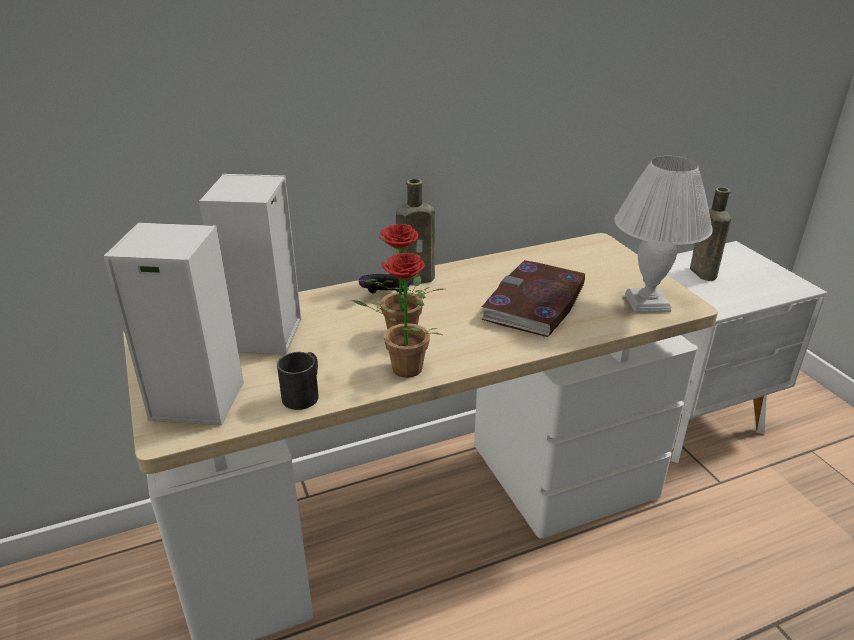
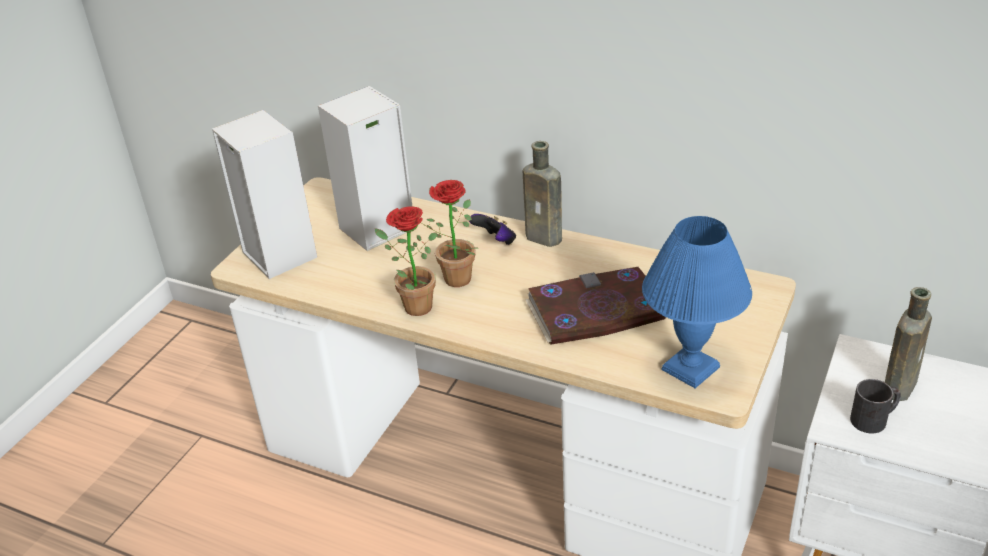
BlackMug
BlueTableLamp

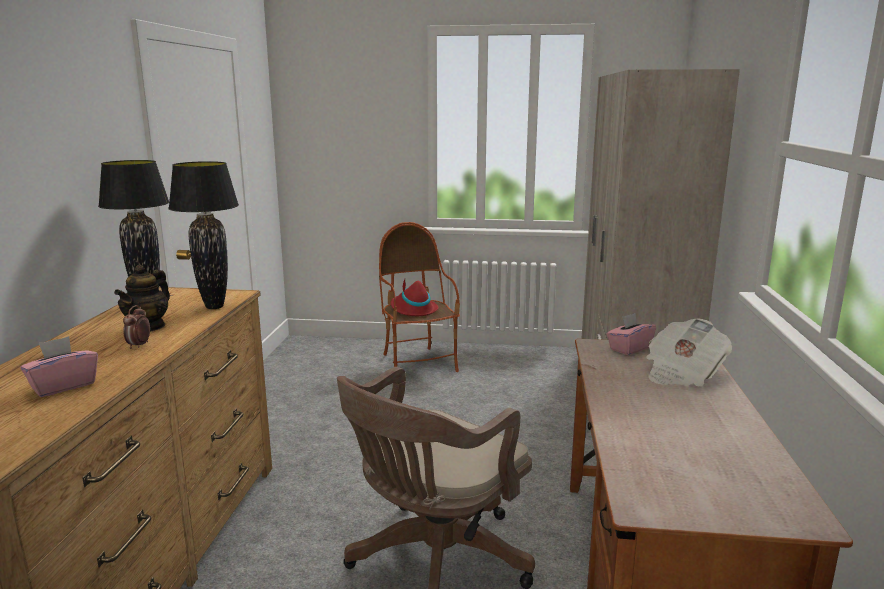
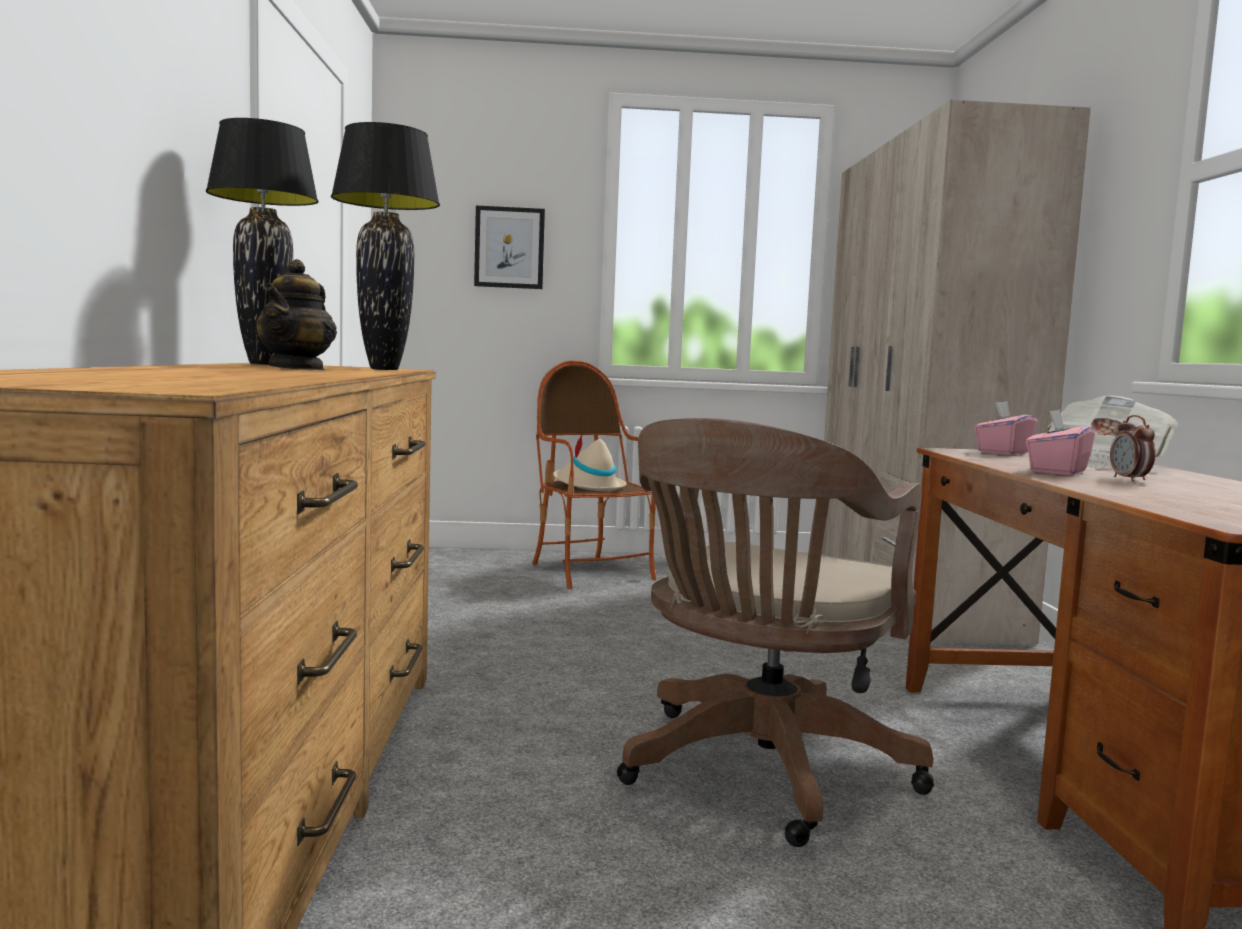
Picture
PinkTissueBox (no. 2 from left)
AlarmClock
BeigeHat

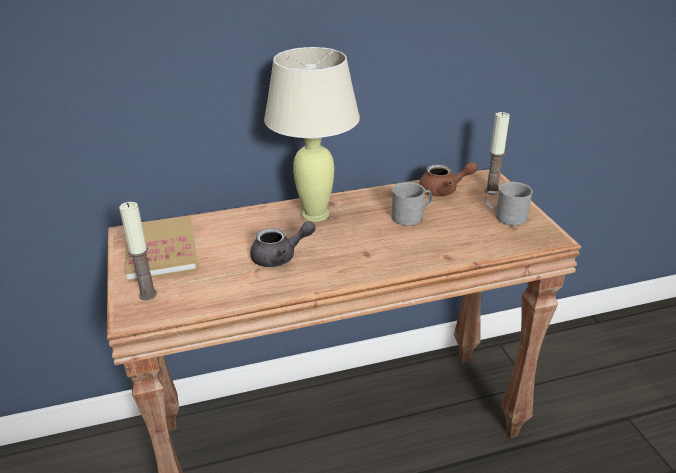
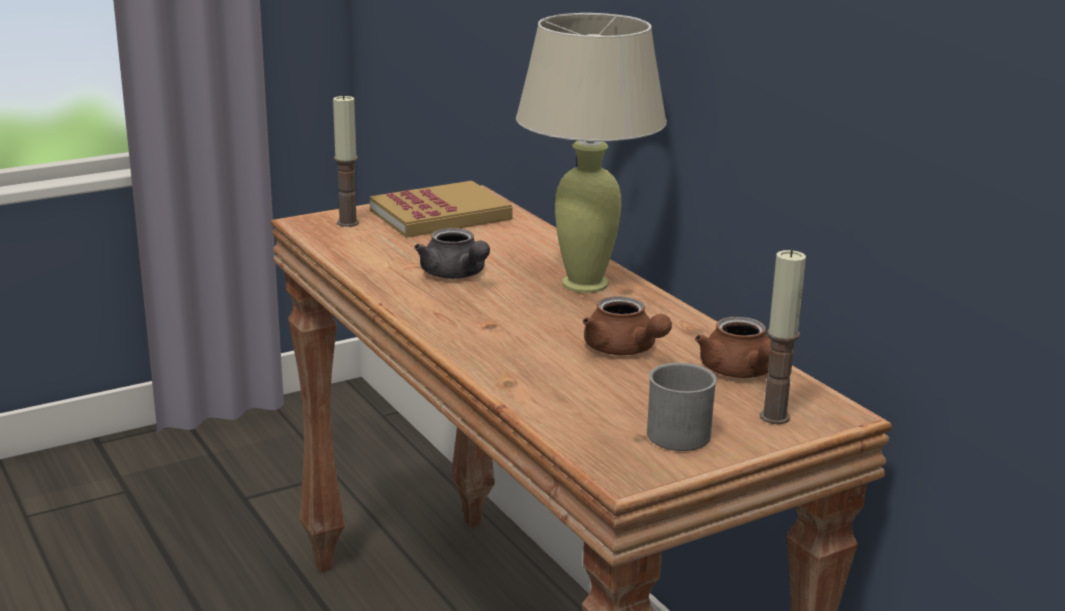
BrownTeapot (no. 1 from left)

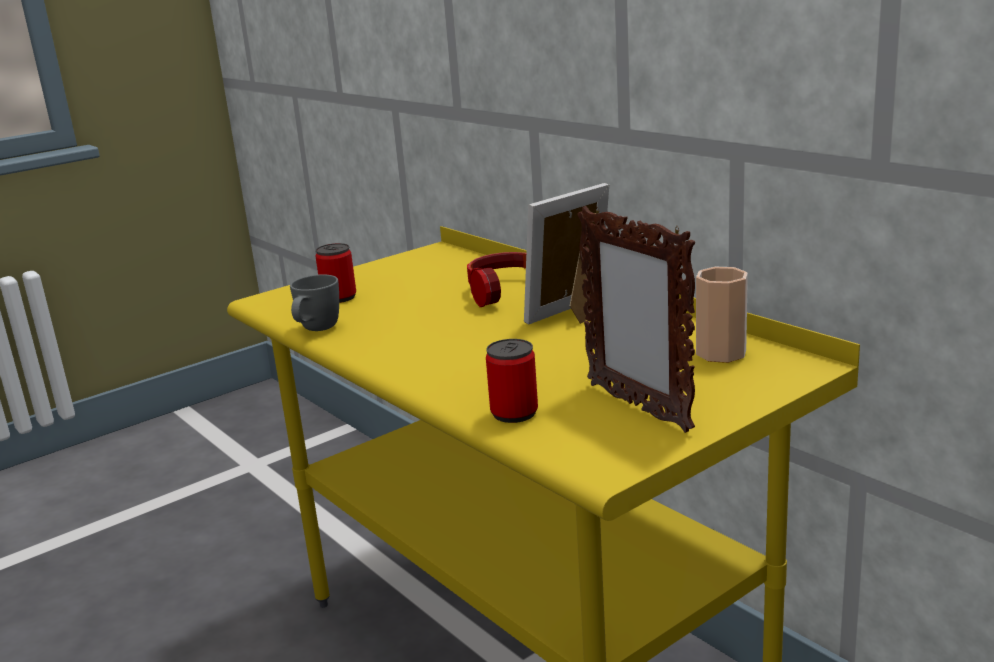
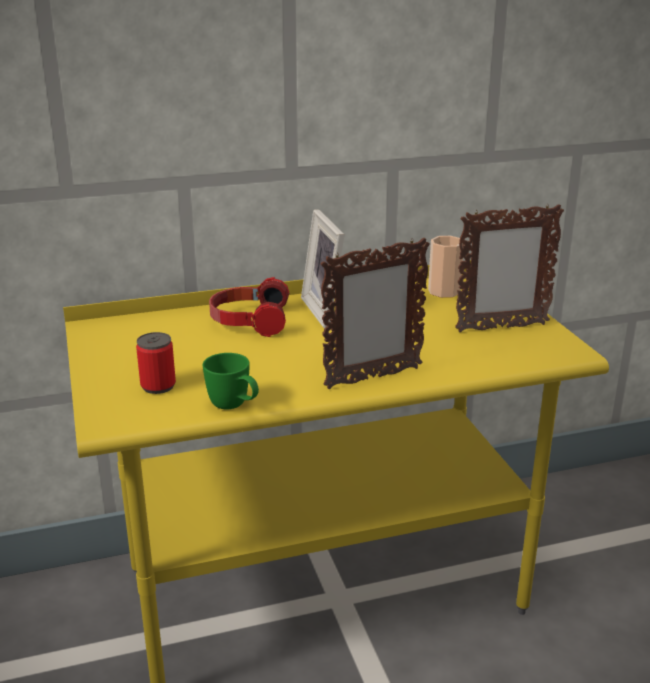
Can (no. 2 from left in the first image)
PictureFrame (no. 2 from left)
GreenMug

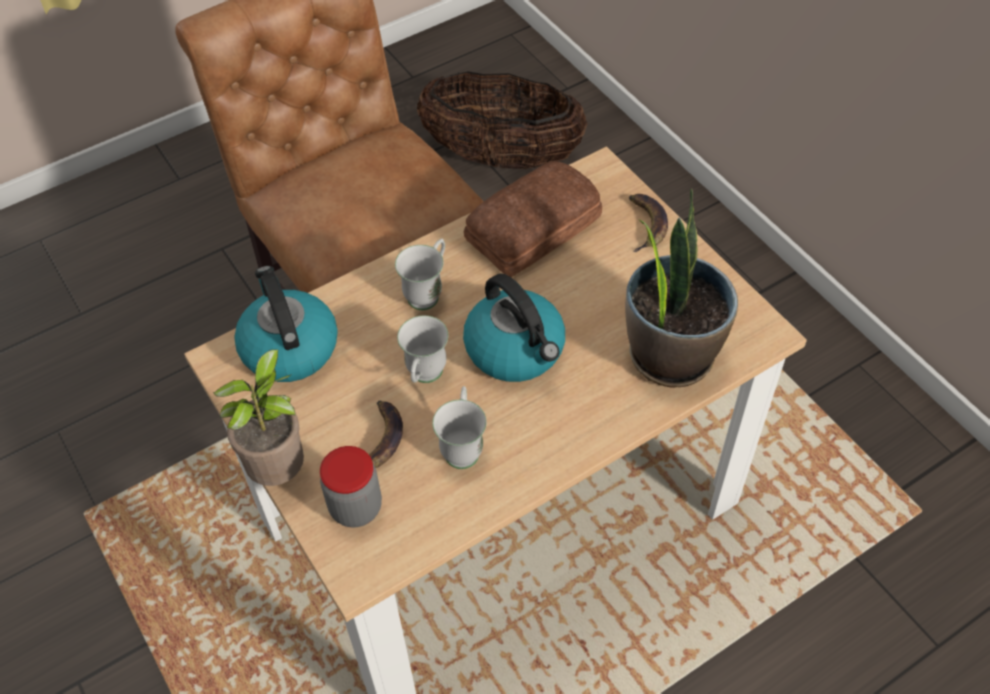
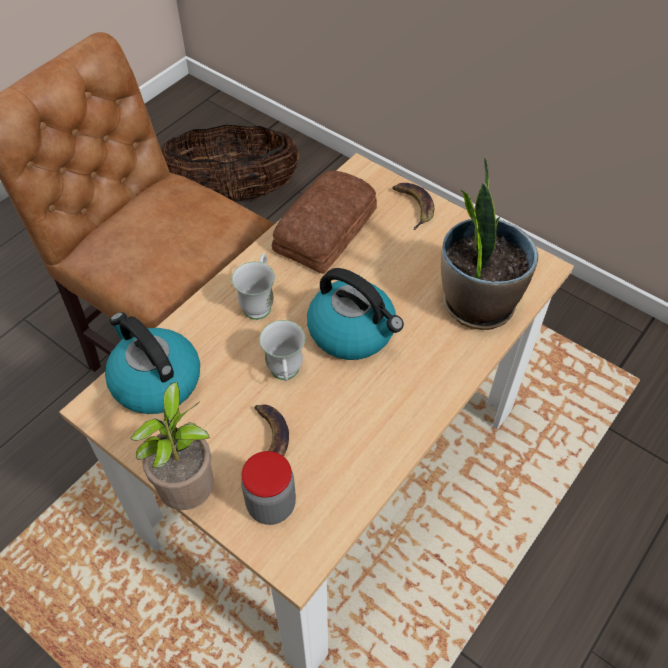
WhiteMug (no. 3 from left in the first image)

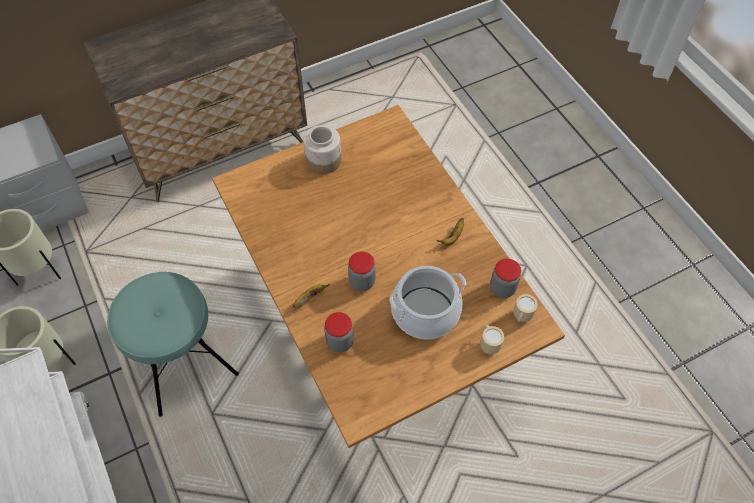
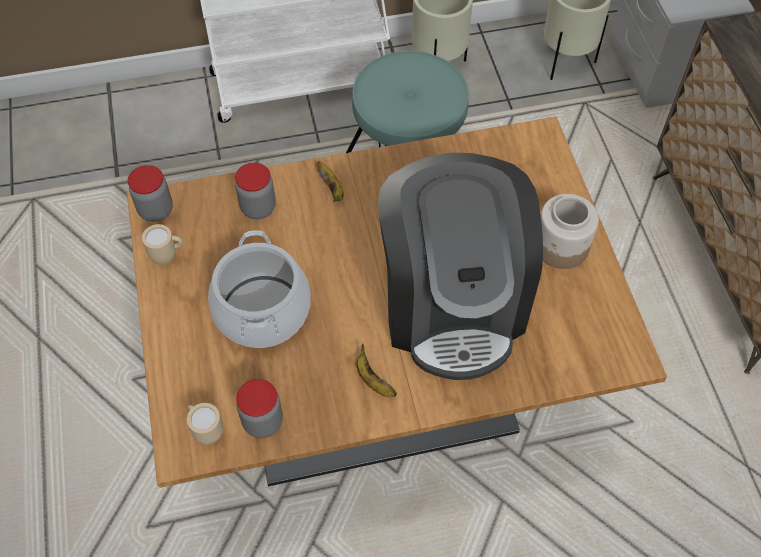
CoffeeMachine
Jar (no. 1 from left)
BeigeMug (no. 1 from left)

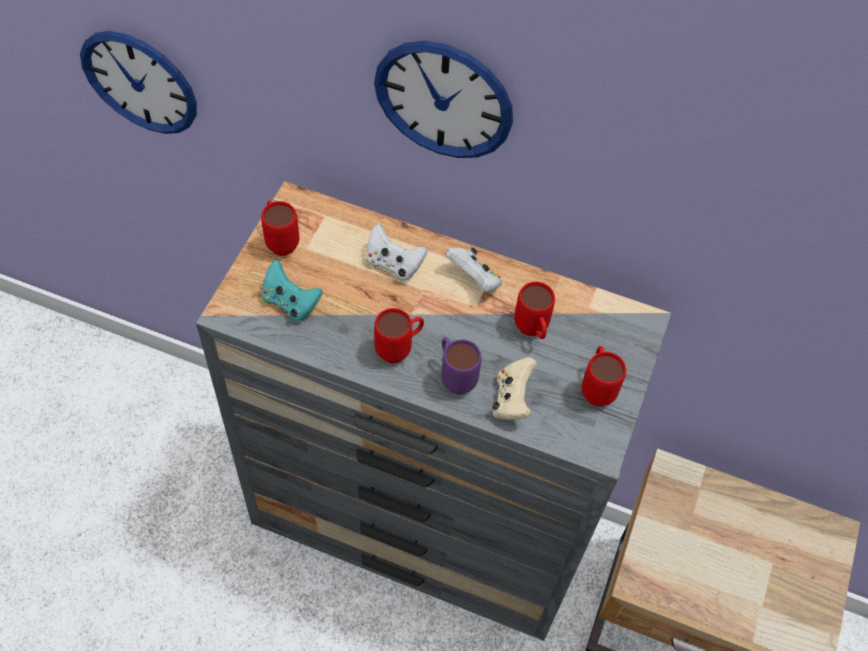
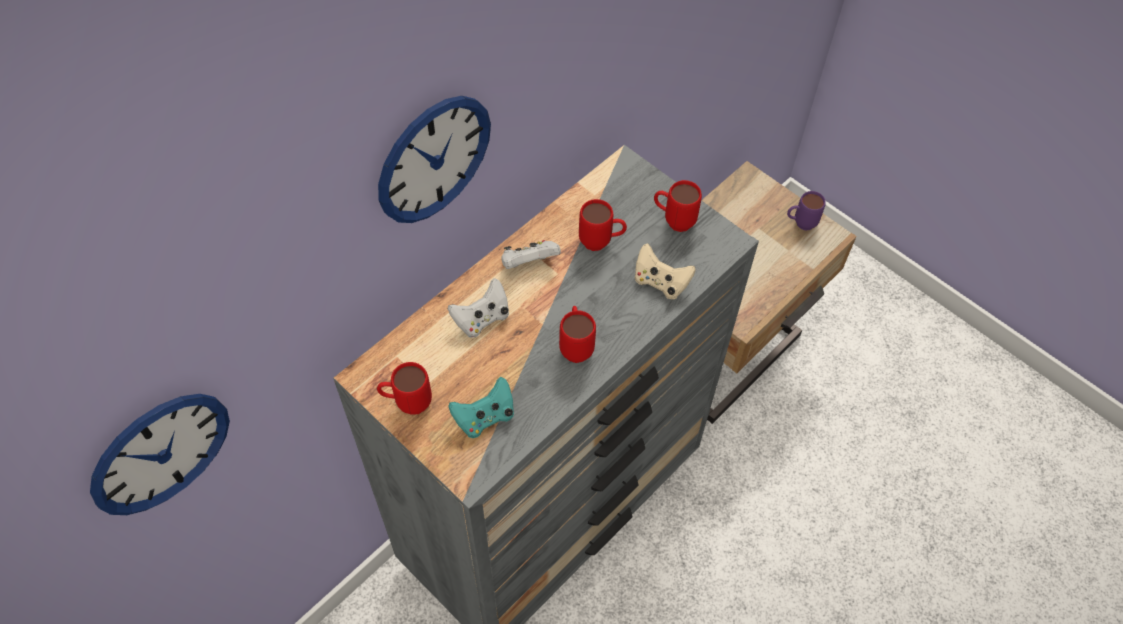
PurpleMug

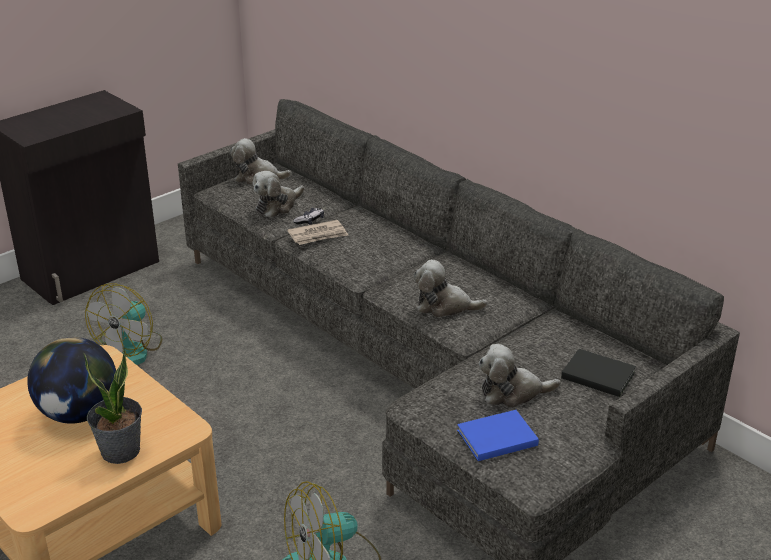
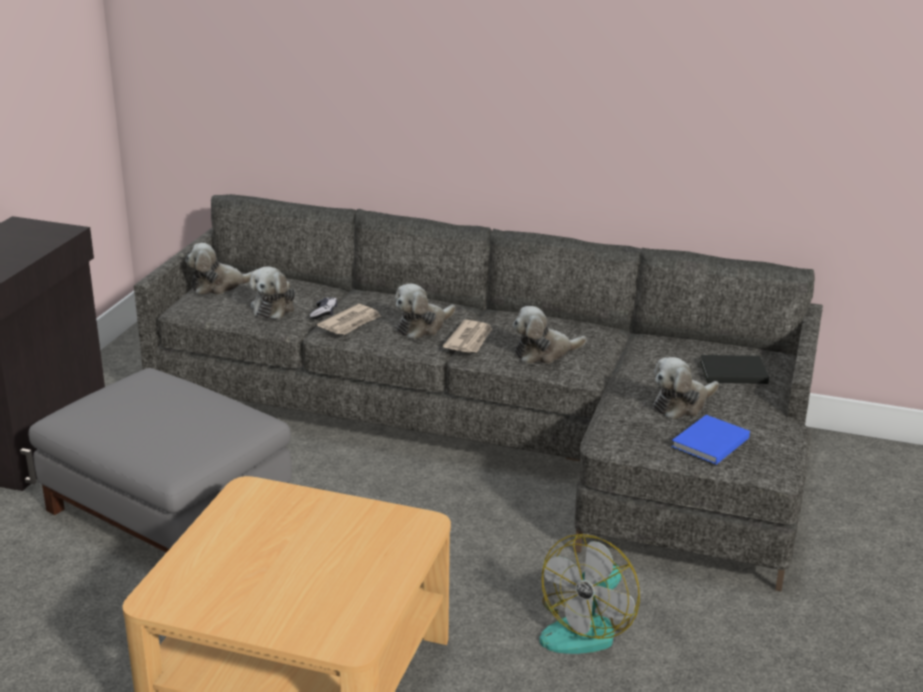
Globe
PottedPlant
PlushToy (no. 3 from left)
Newspaper (no. 2 from left)
GreyOttoman

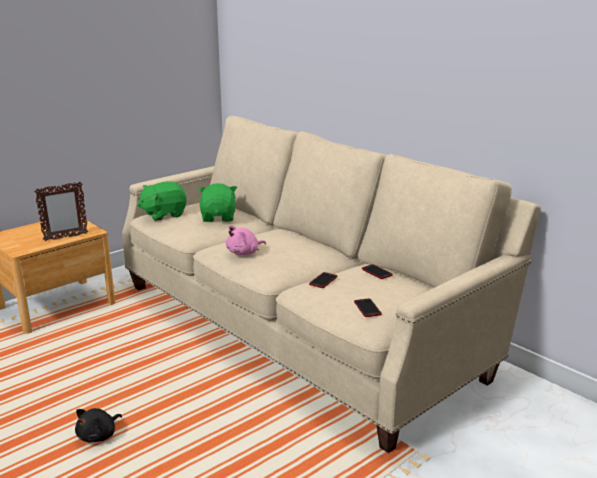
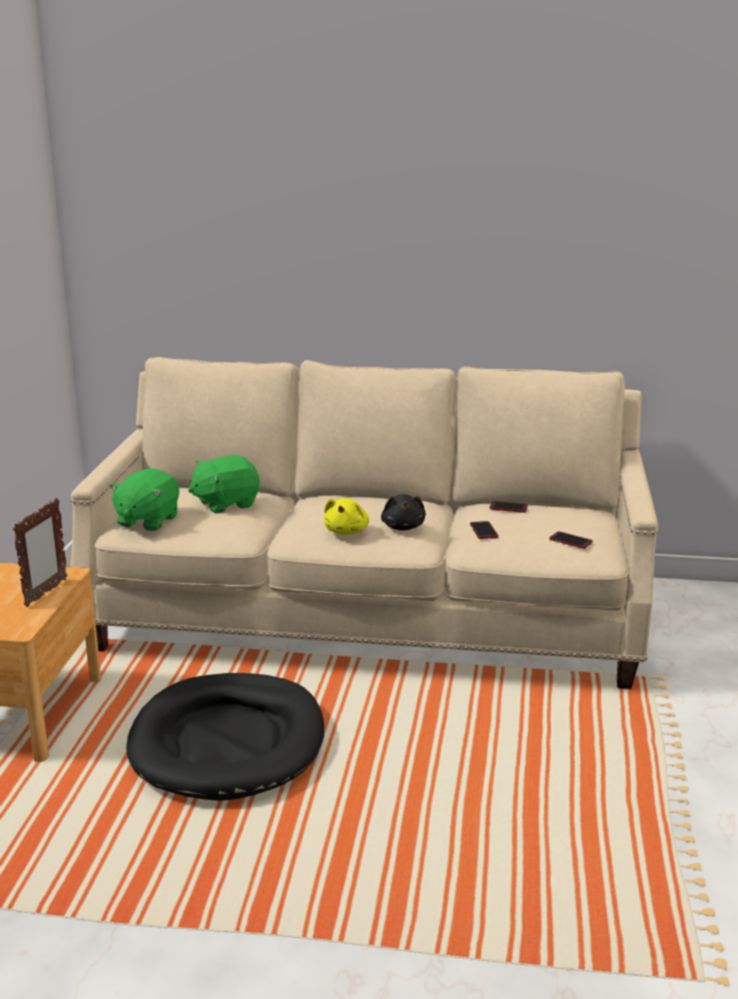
BlackDogBed
BlackPlushToy
YellowPlushToy
GreenPlushToy (no. 2 from left)

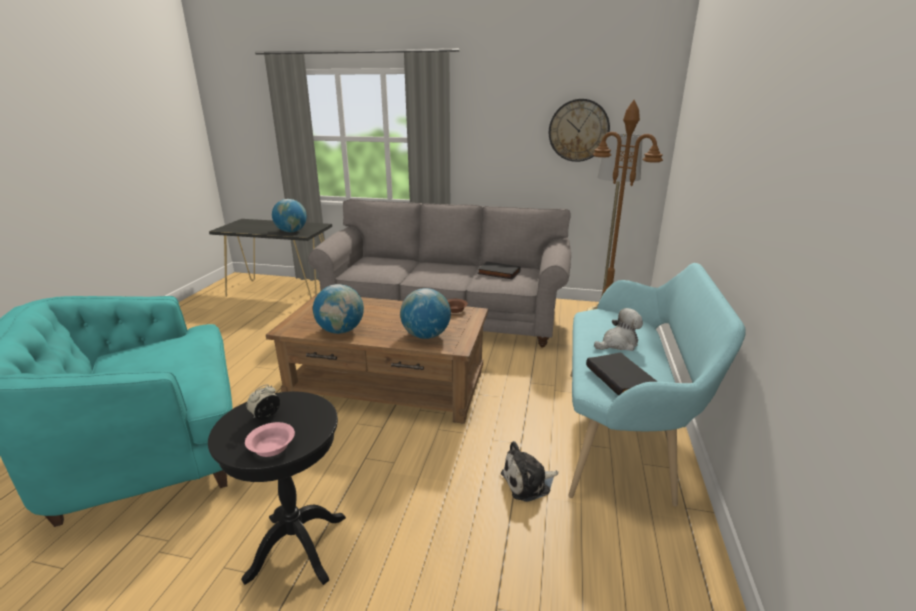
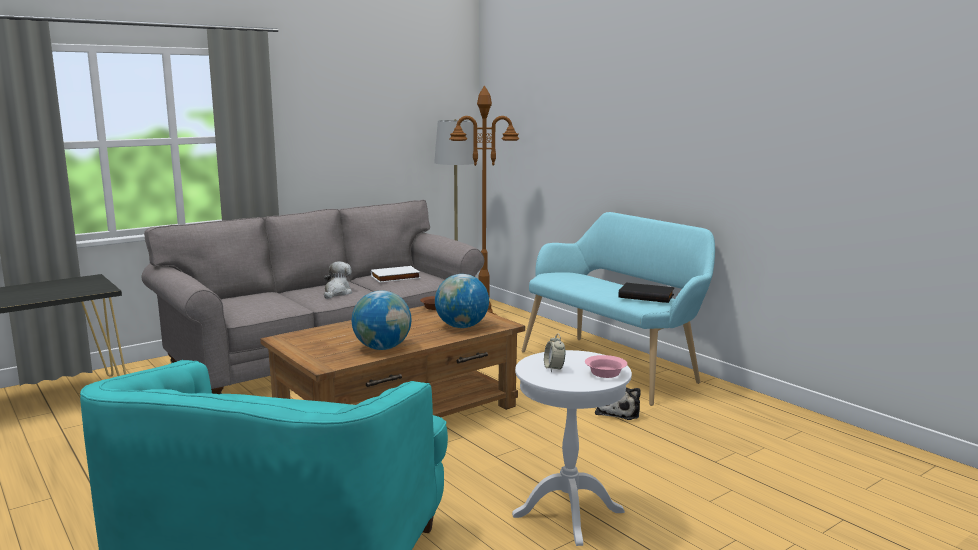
Globe (no. 1 from left in the first image)
WallClock
PlushToy (no. 1 from left)
WhiteSideTable
WhiteBook

